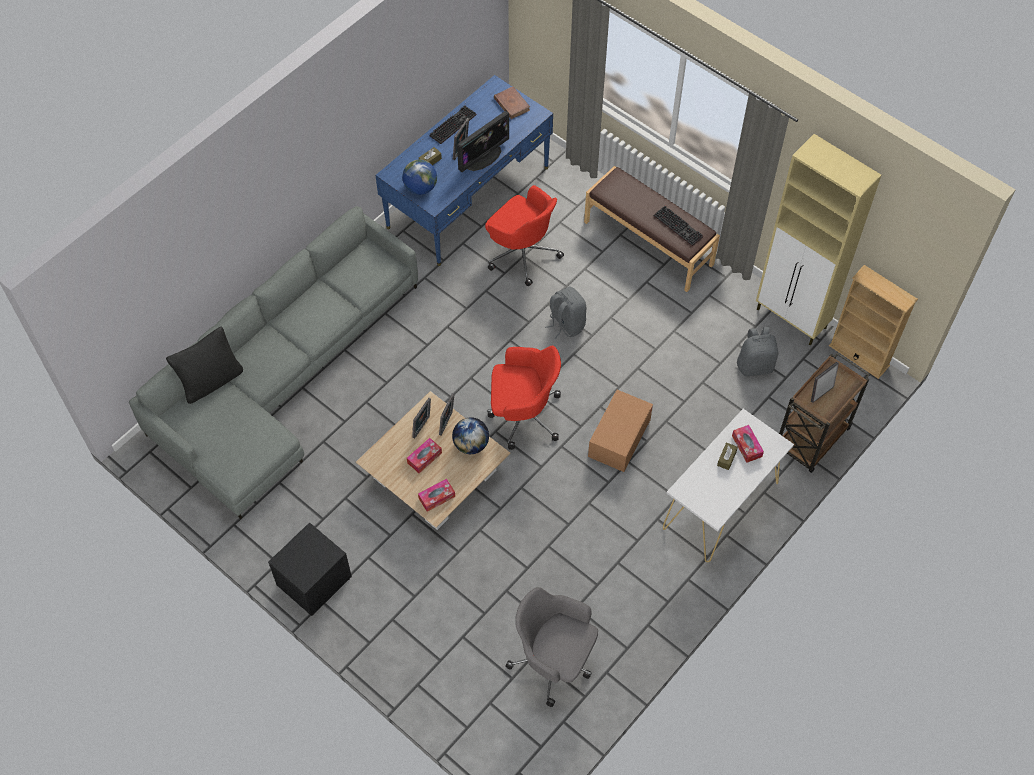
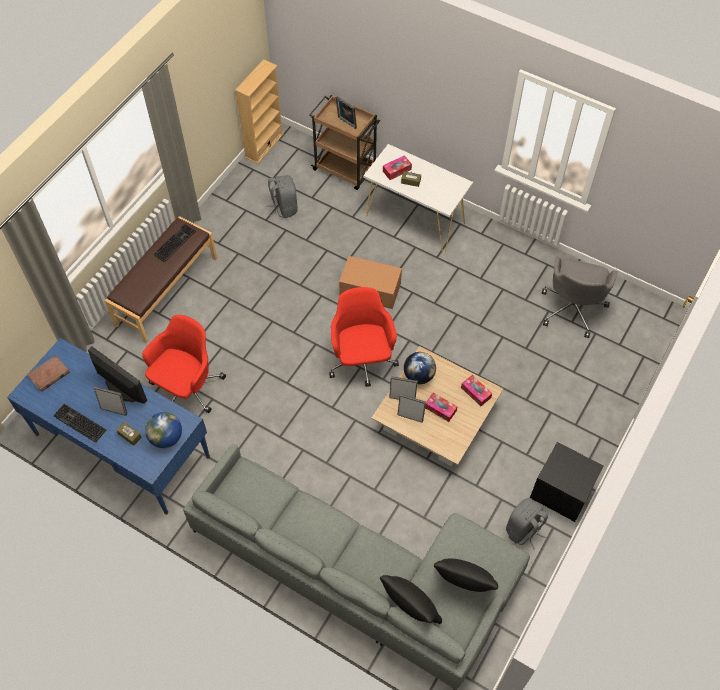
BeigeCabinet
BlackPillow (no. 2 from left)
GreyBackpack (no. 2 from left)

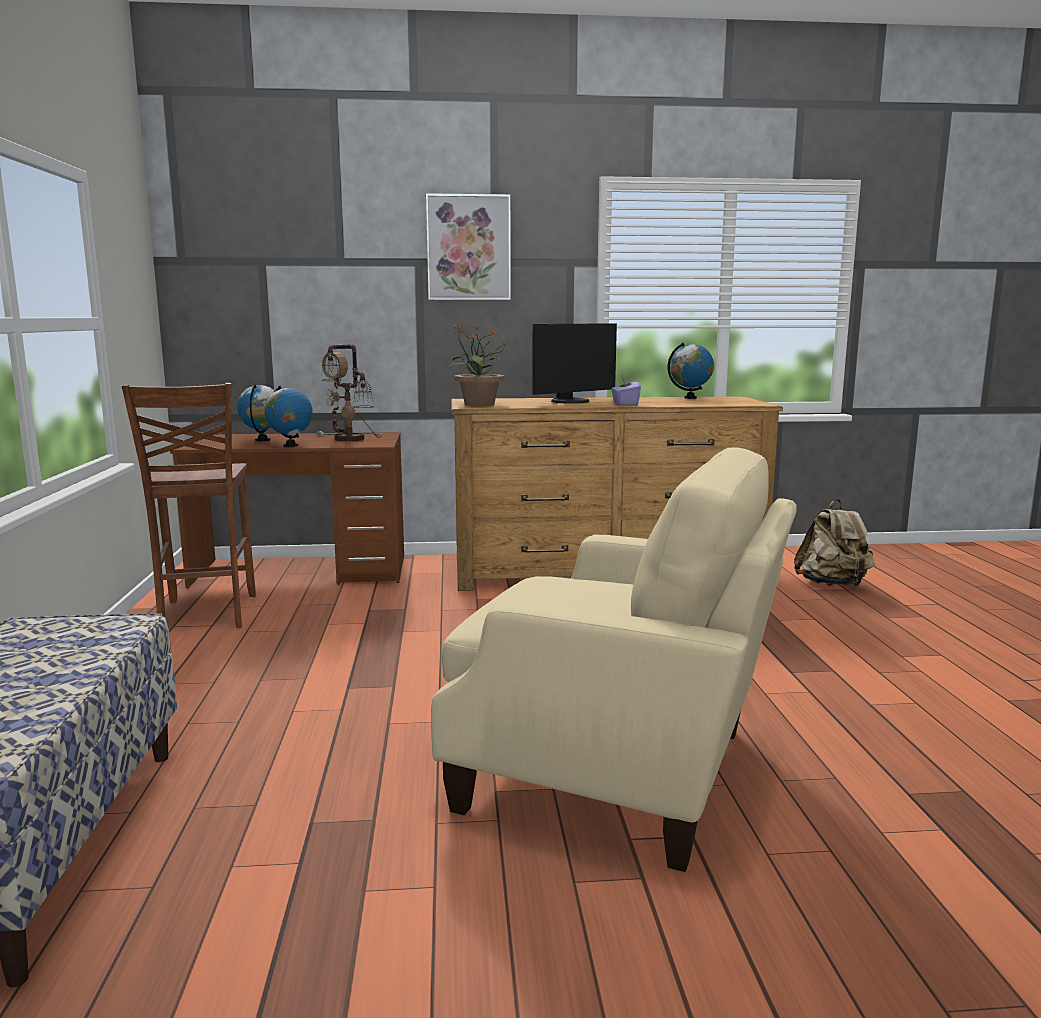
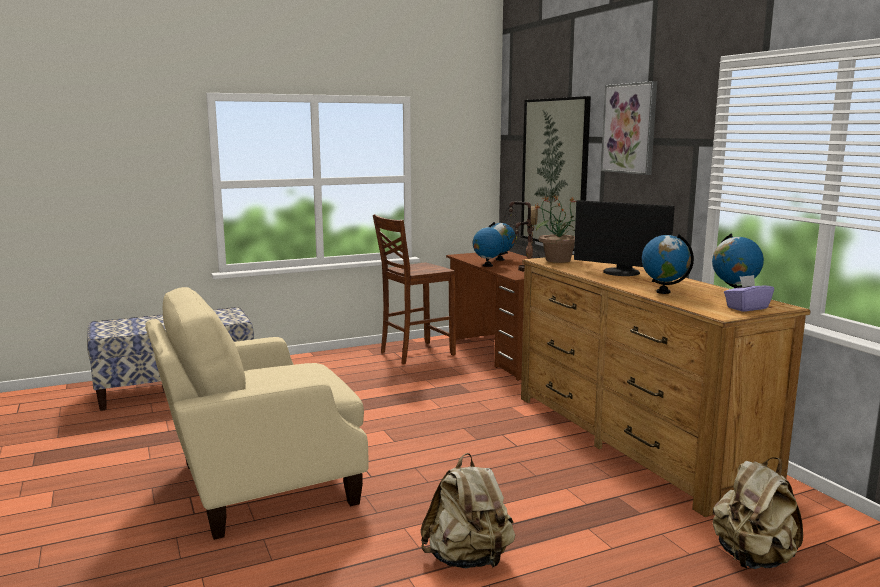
BeigeBackpack (no. 1 from left)
Picture (no. 1 from left)
Globe (no. 3 from left)
PurpleTissueBox
BeigeArmchair

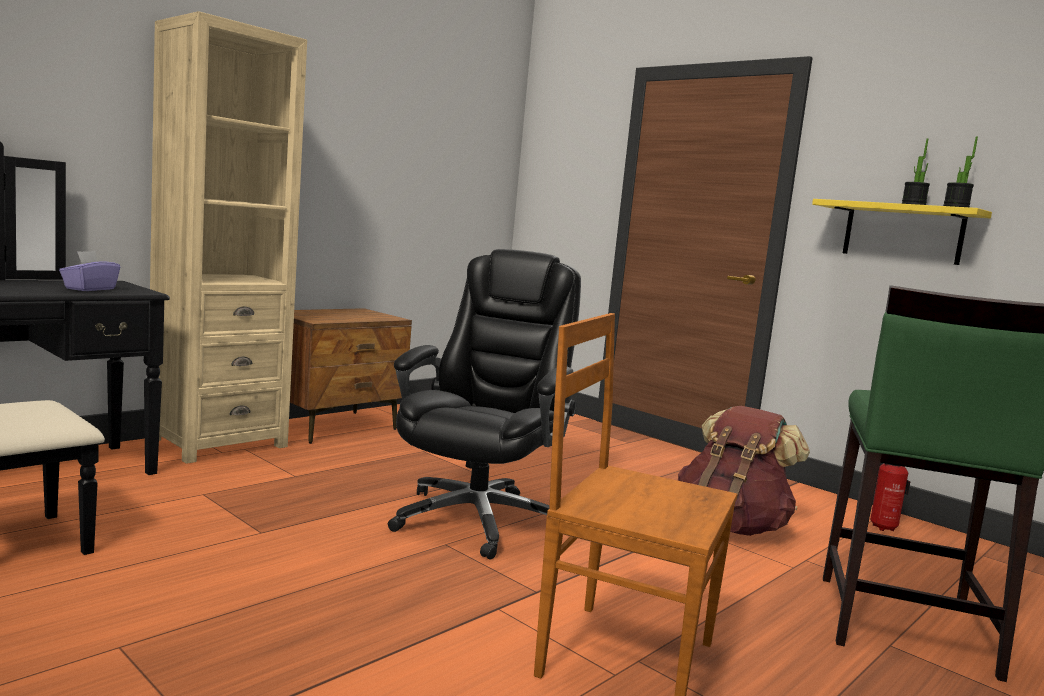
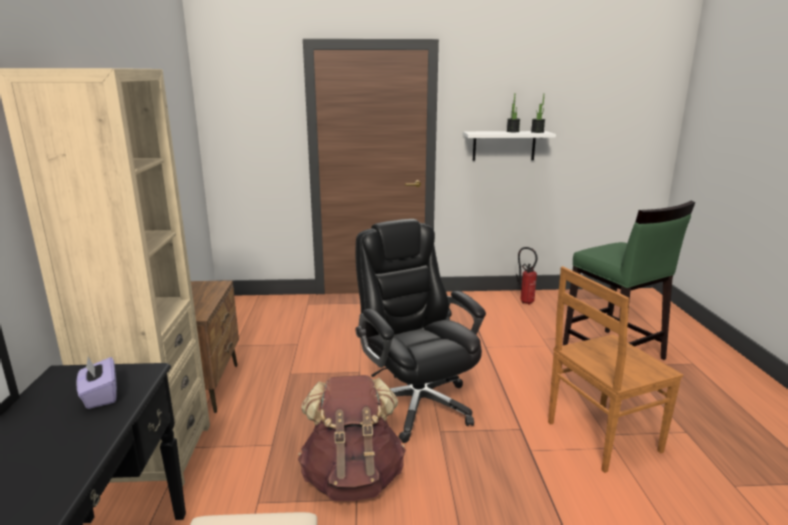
BrownBackpack
WhiteShelf

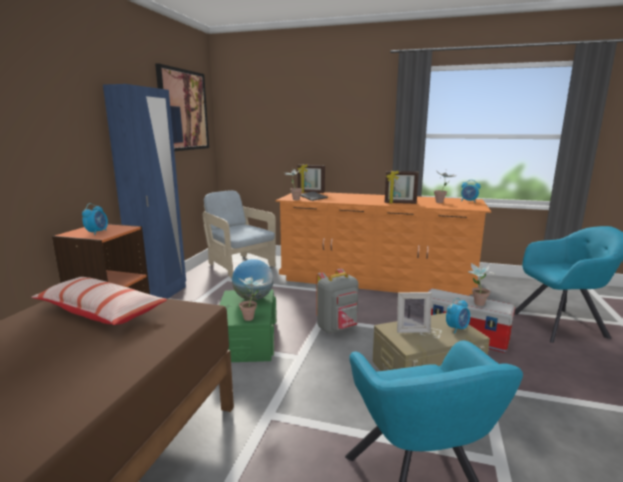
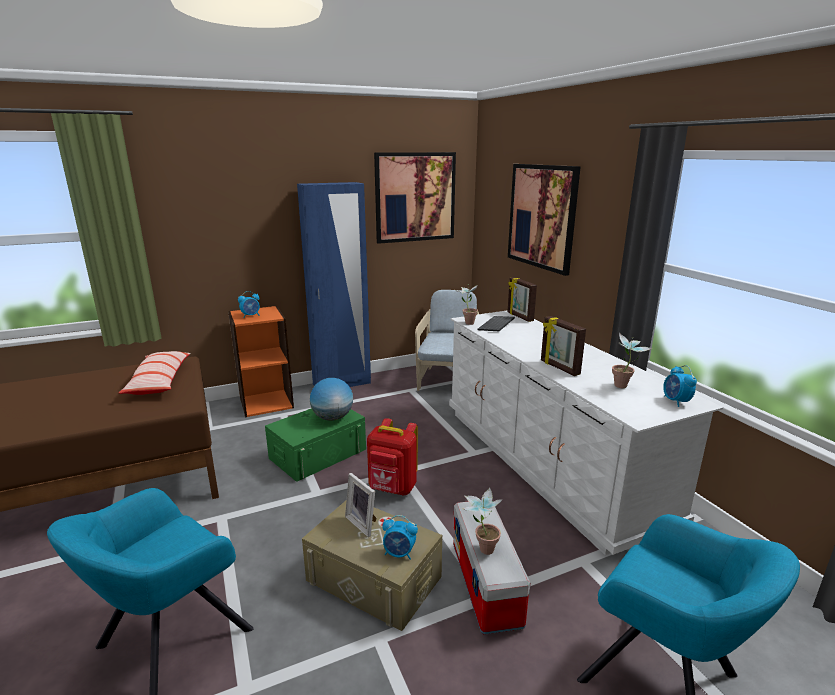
PottedPlant (no. 1 from left in the first image)
Picture (no. 2 from left)
WhiteDresser
RedBackpack

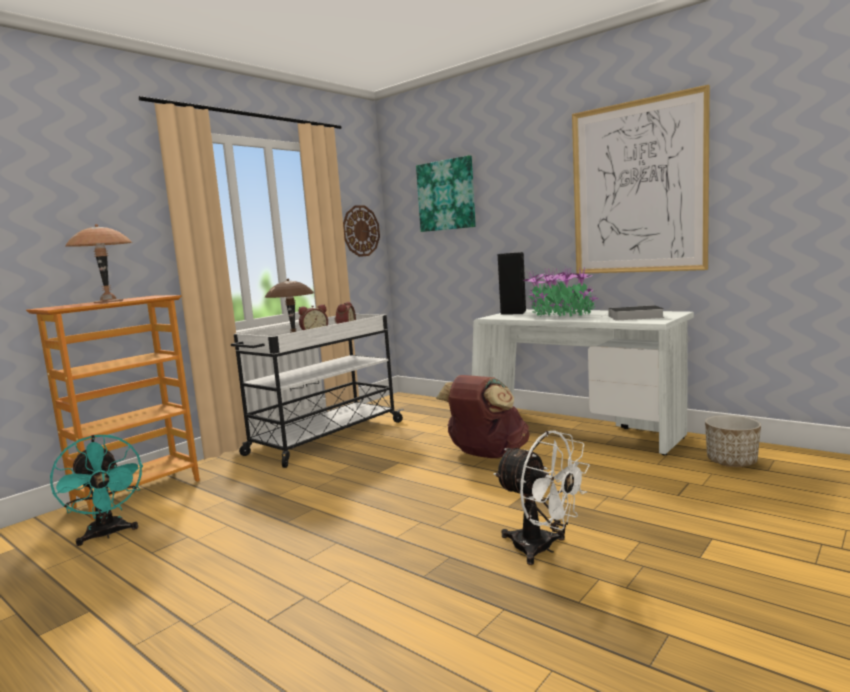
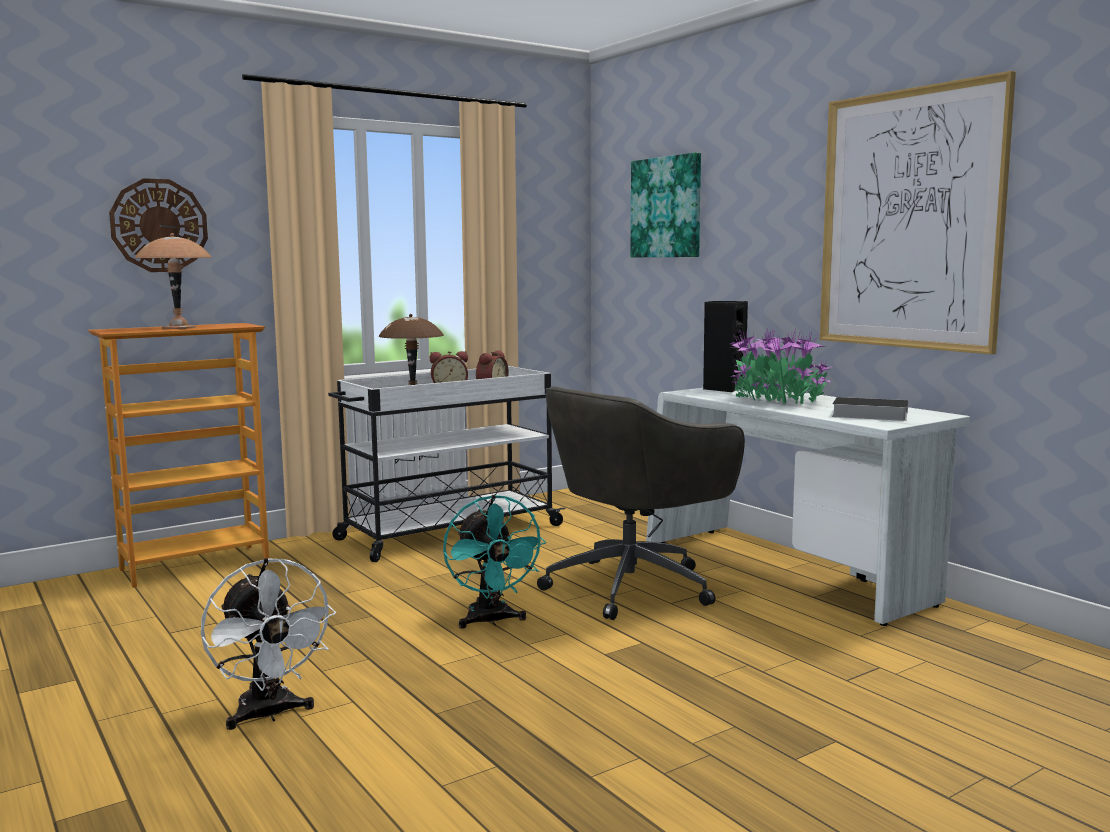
Planter
TurquoiseFan
WallClock
WhiteFan
GreyOfficeChair

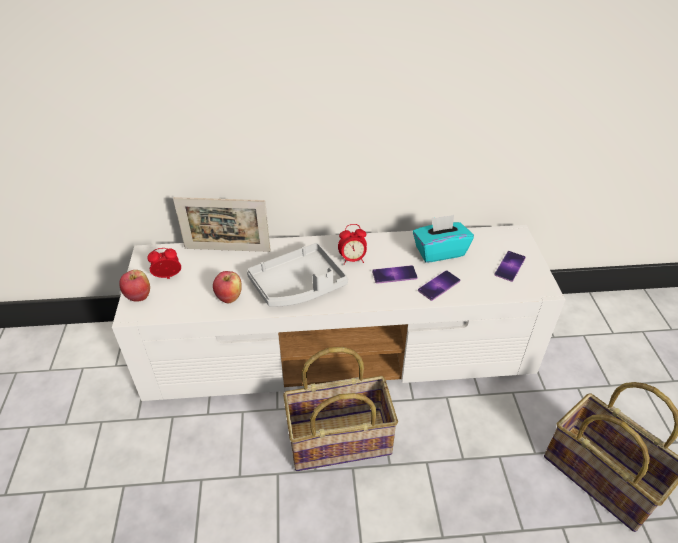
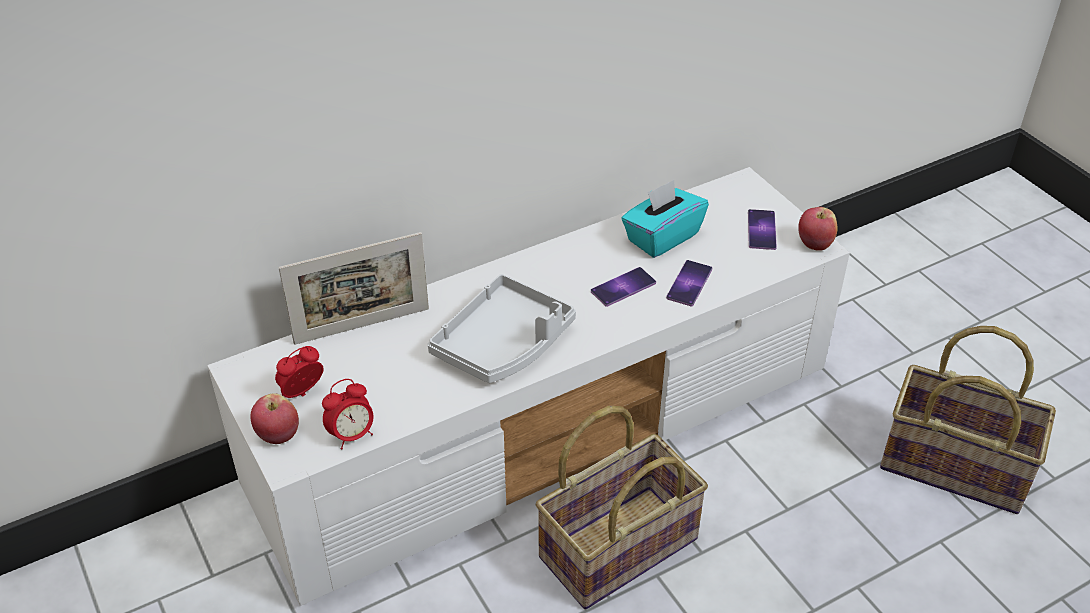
Apple (no. 2 from left)
AlarmClock (no. 2 from left)

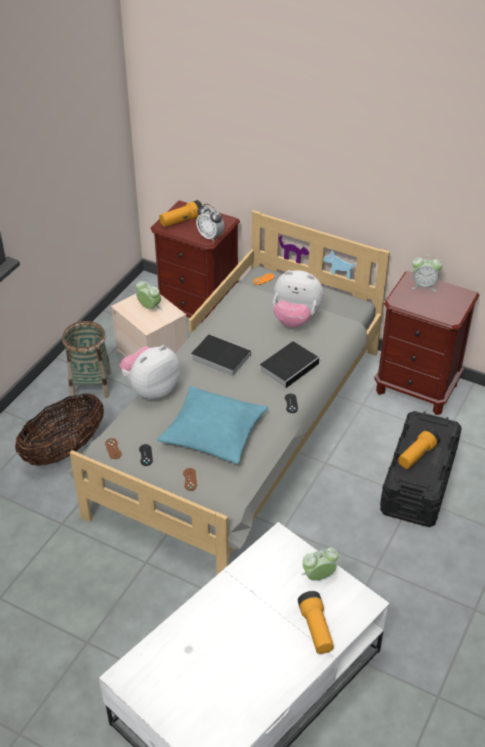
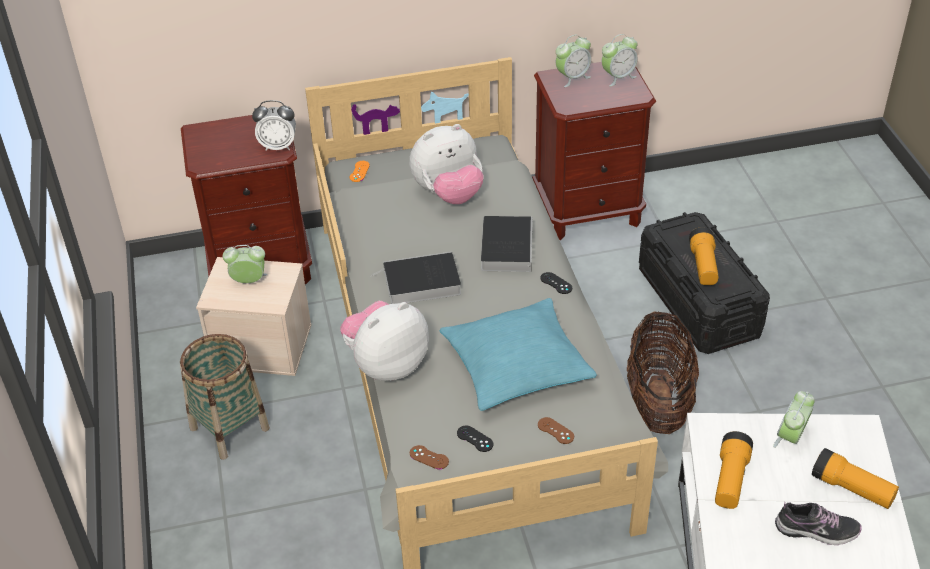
AlarmClock (no. 4 from left)
Shoe
Basket (no. 2 from left)
Flashlight (no. 2 from left)
PlushToy (no. 1 from left)

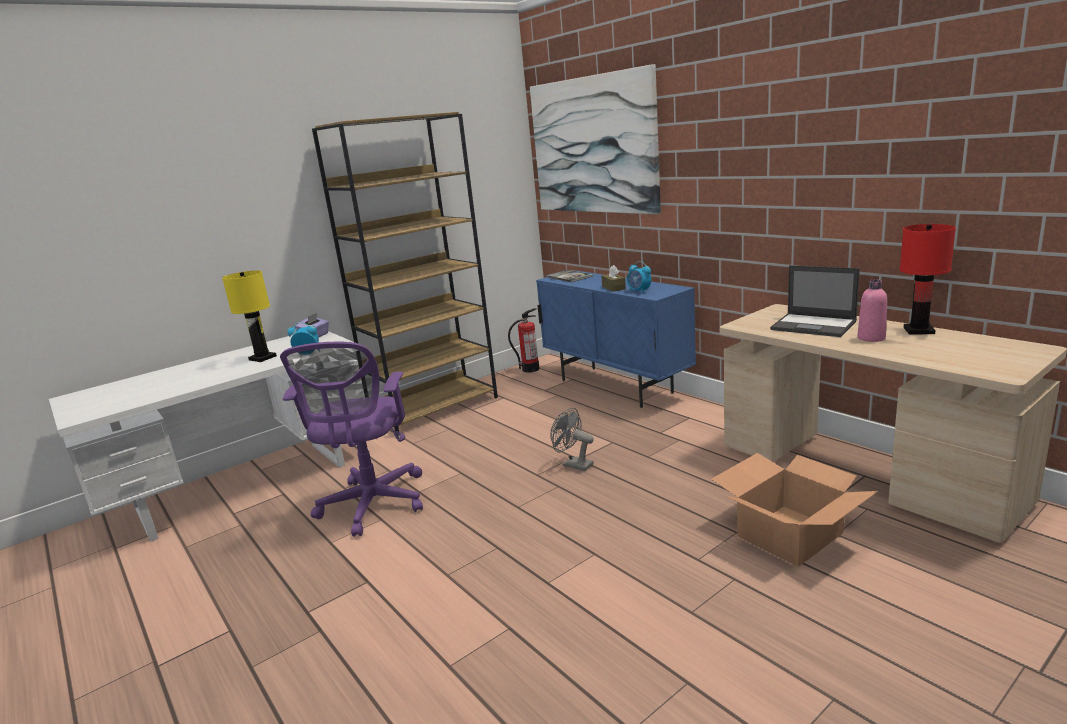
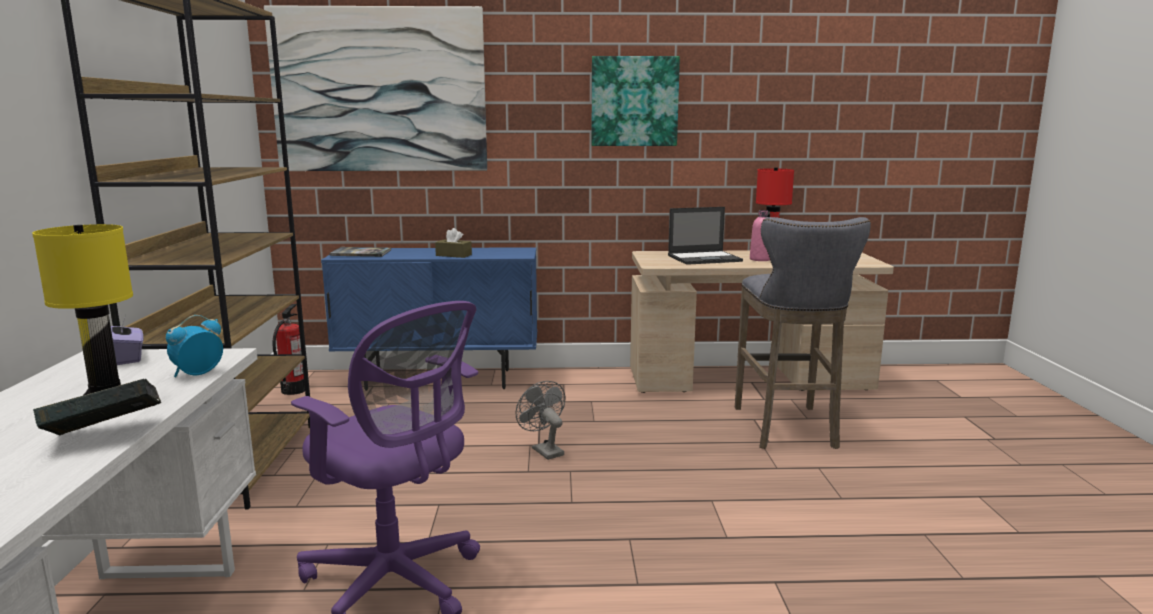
AlarmClock (no. 2 from left in the first image)
Book (no. 1 from left)
Picture (no. 2 from left)
GreyStool
GreyFan

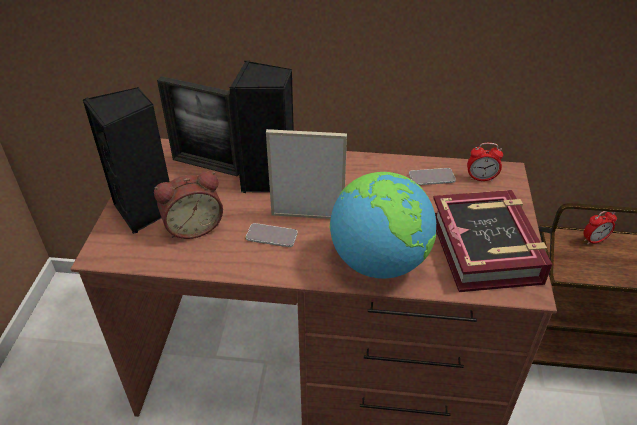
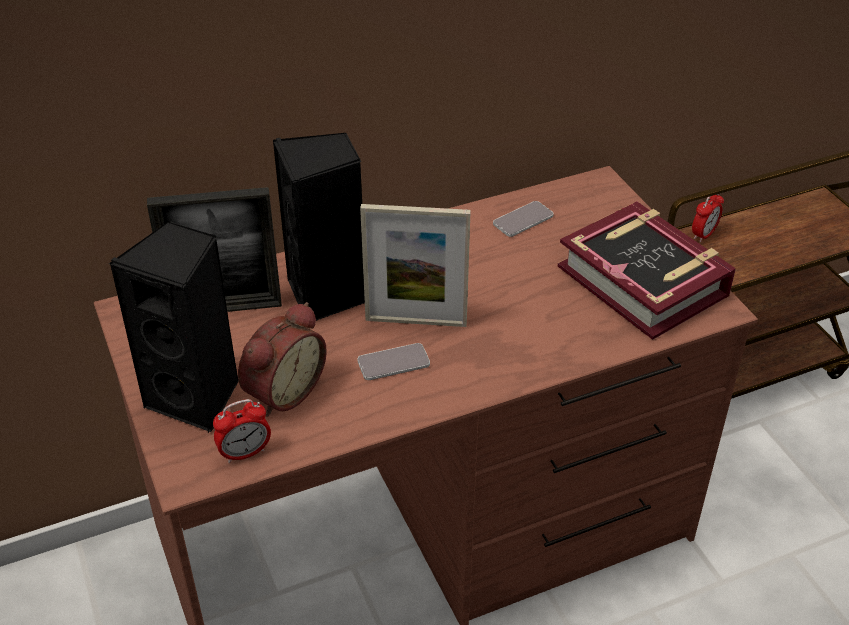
Globe
AlarmClock (no. 1 from left)
PictureFrame (no. 2 from left)

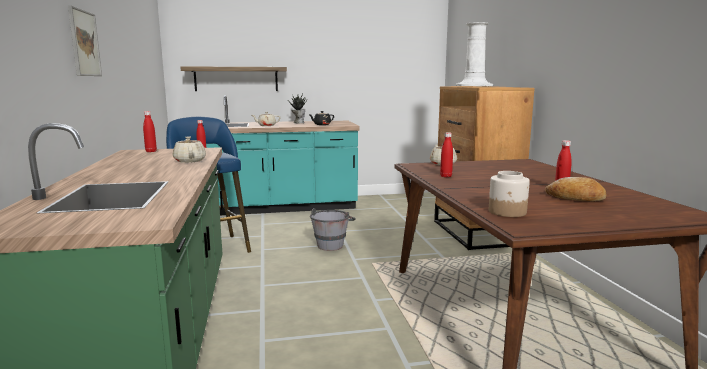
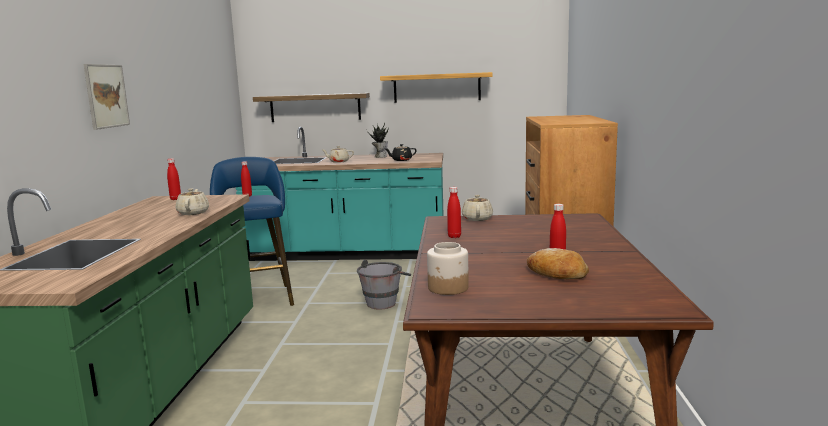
WhiteVase
Shelf (no. 2 from left)

